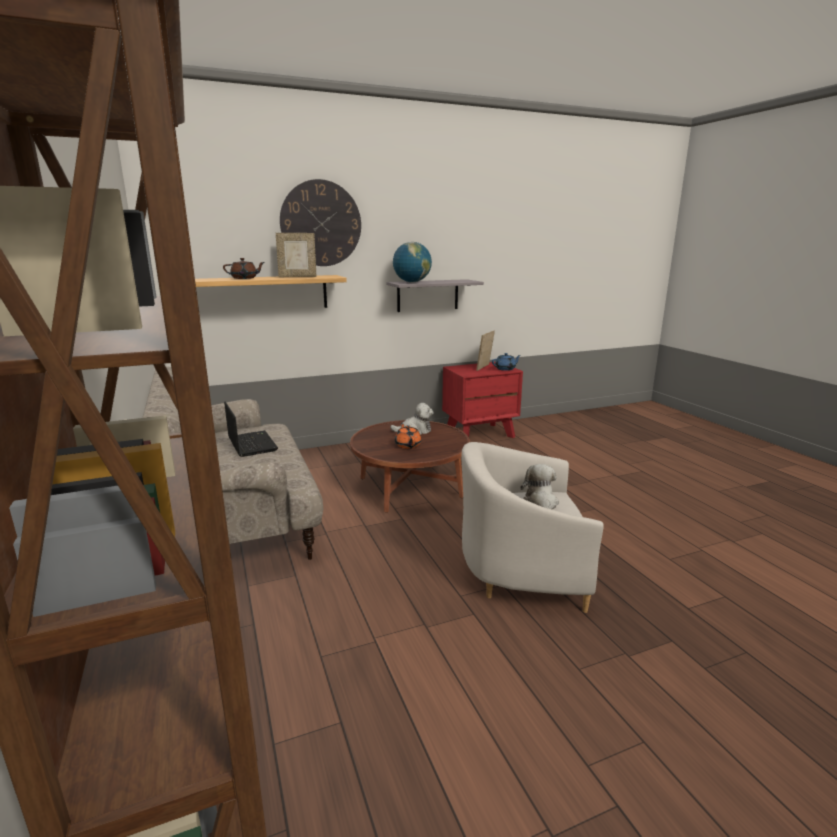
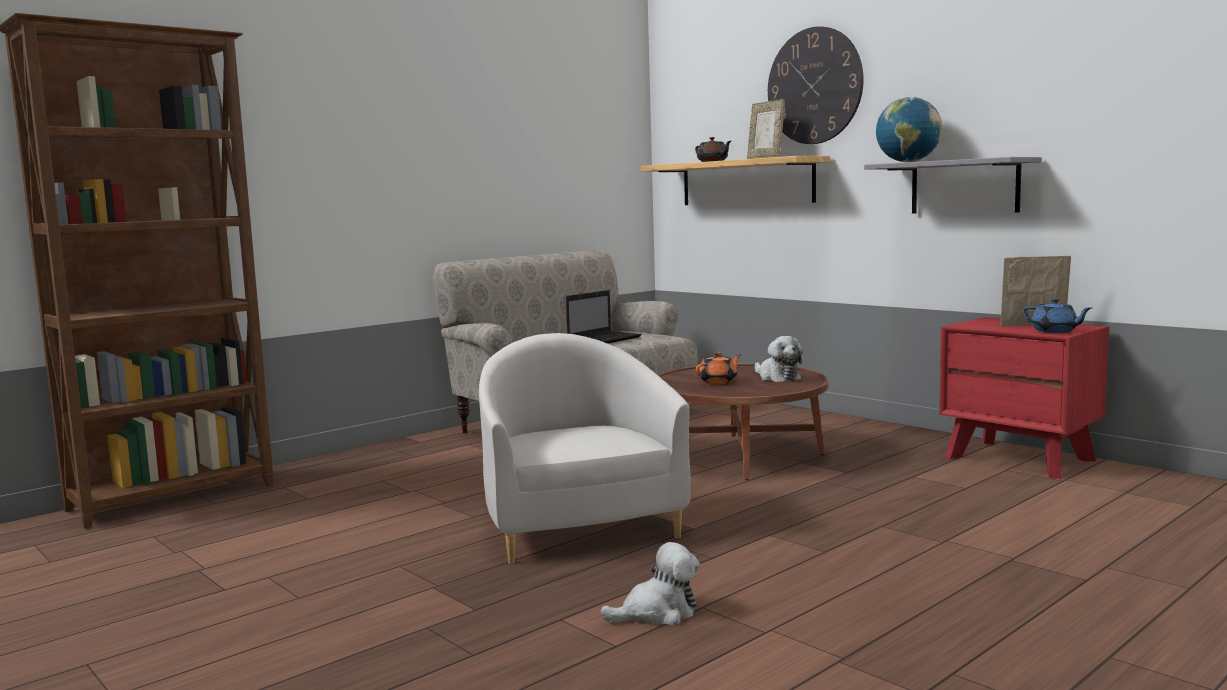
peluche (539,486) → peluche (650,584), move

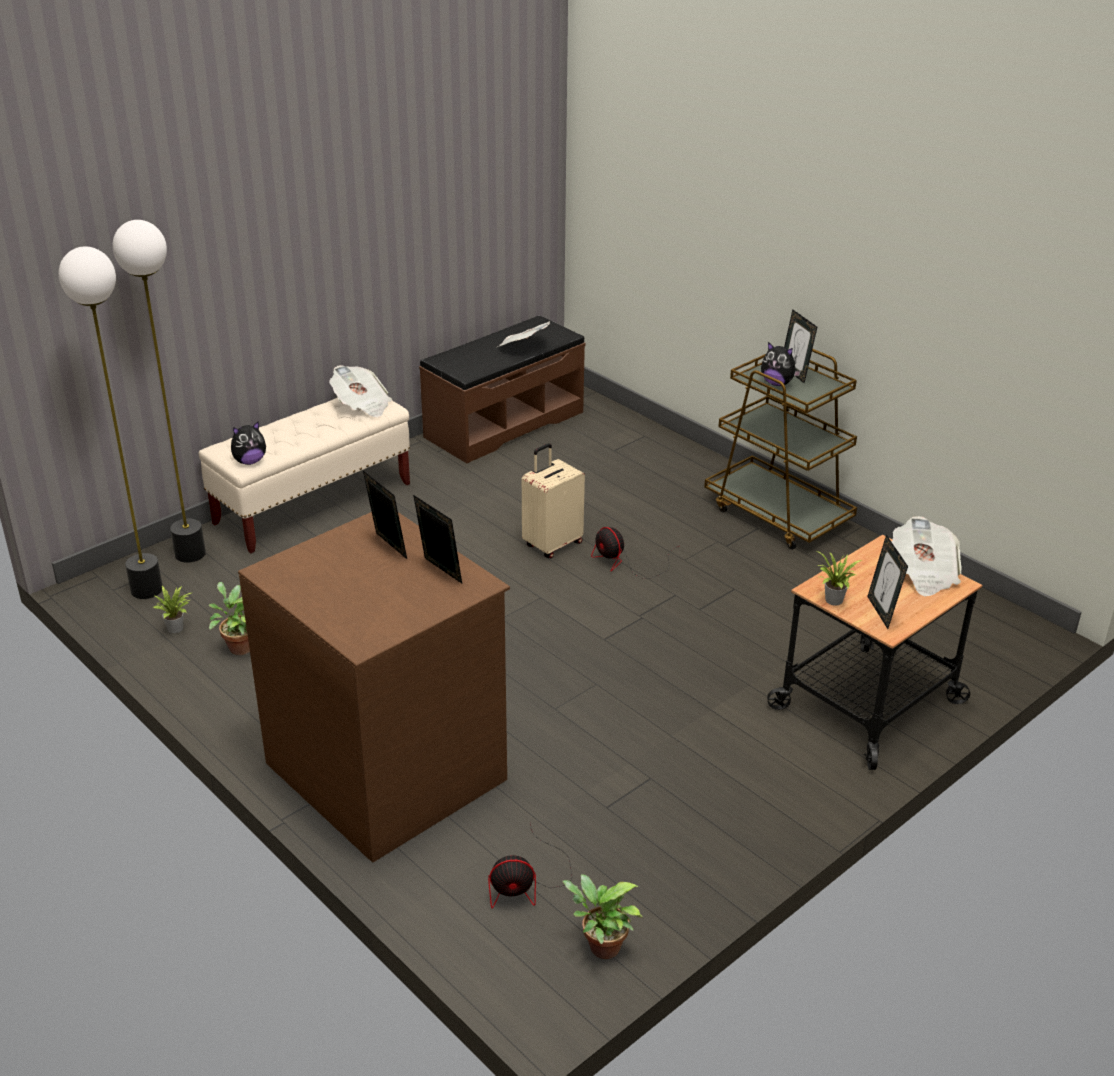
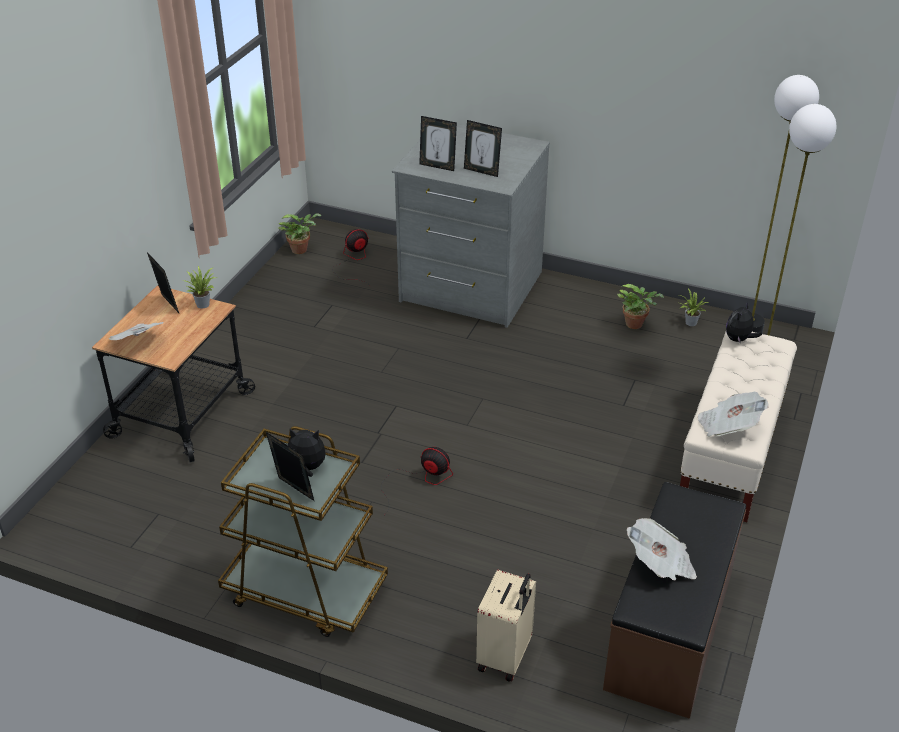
valise/beige (553,500) → valise/beige (506,626), move
commode/marron (374,687) → commode/gris (471,226)

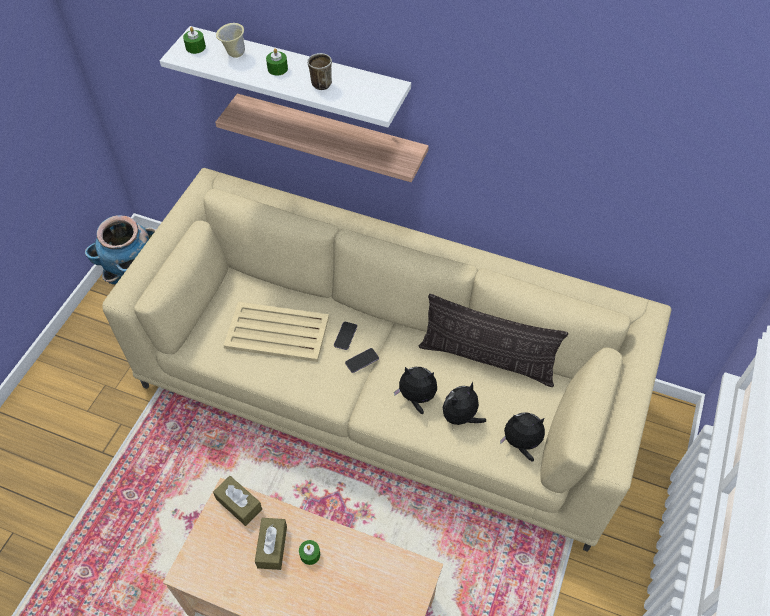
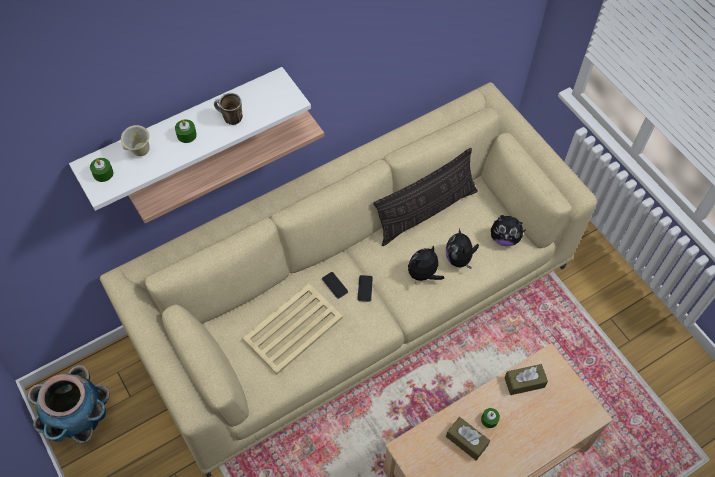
boîte à mouchoirs/marron (237,501) → boîte à mouchoirs/marron (526,379), move
peluche (522,437) → peluche (508,230), 120 degrees counterclockwise

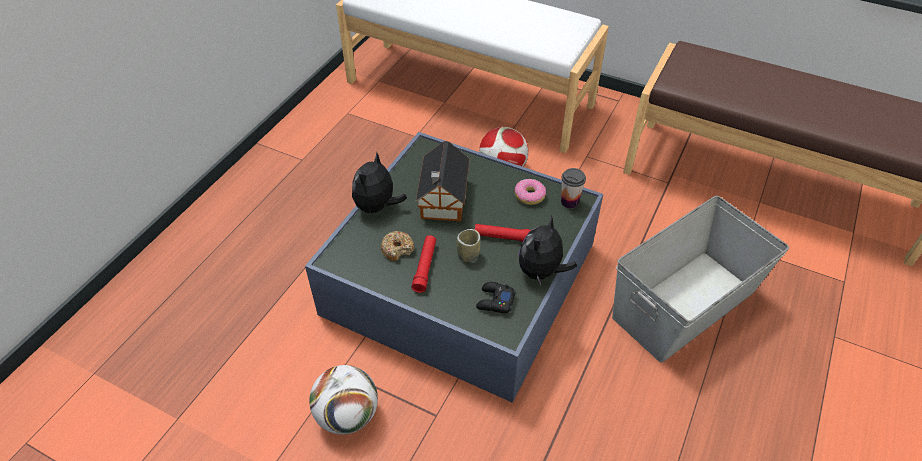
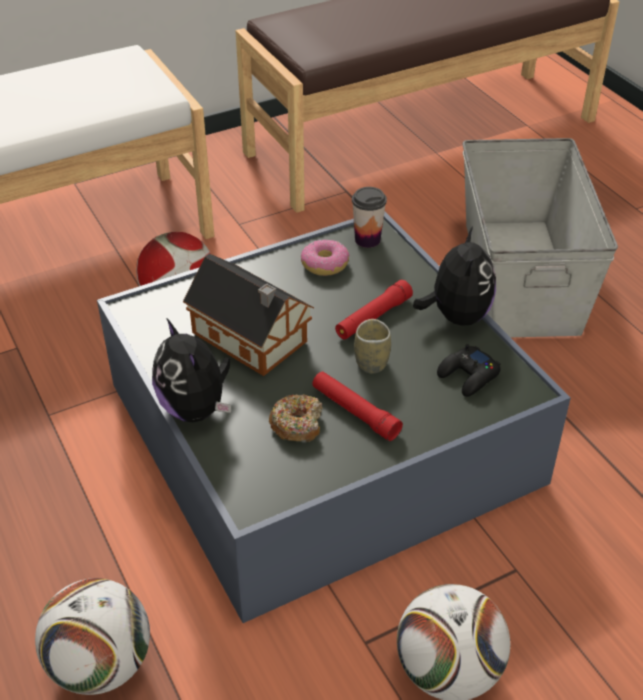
- → ballon de foot (92,636)
peluche (548,250) → peluche (454,276), 150 degrees counterclockwise

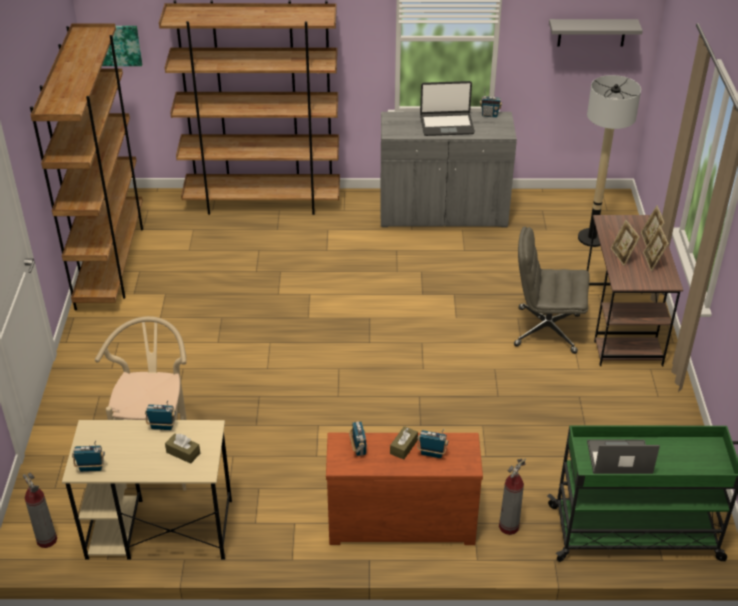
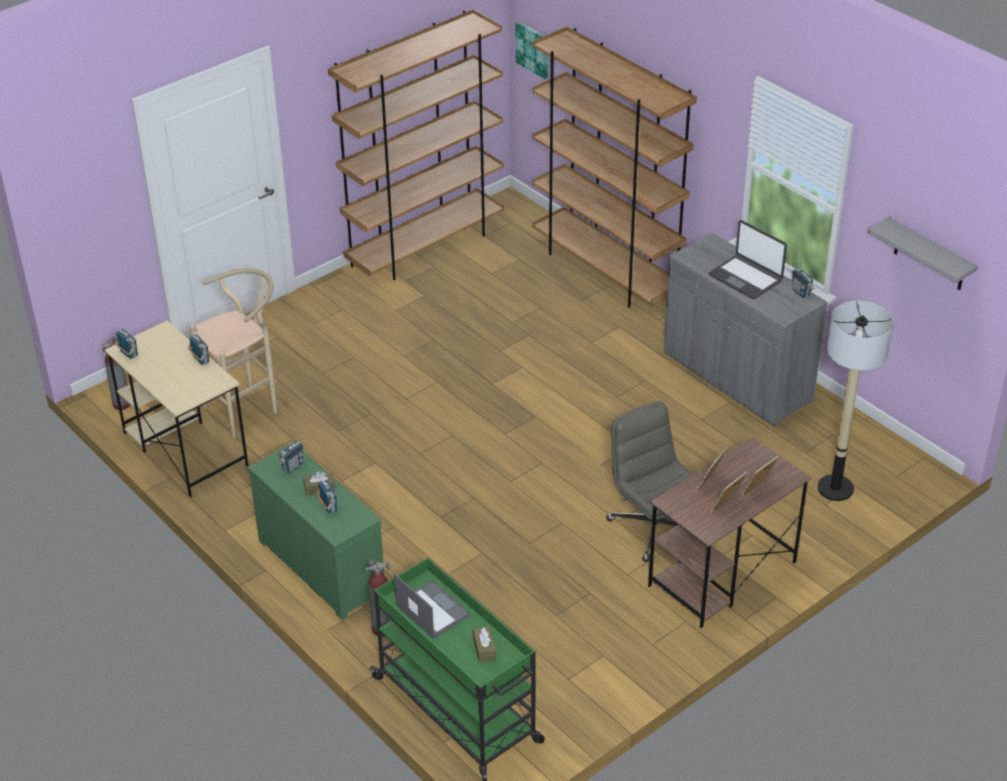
boîte à mouchoirs/marron (182,449) → boîte à mouchoirs/marron (484,644), move
commode/marron (404,489) → commode/vert (316,532)

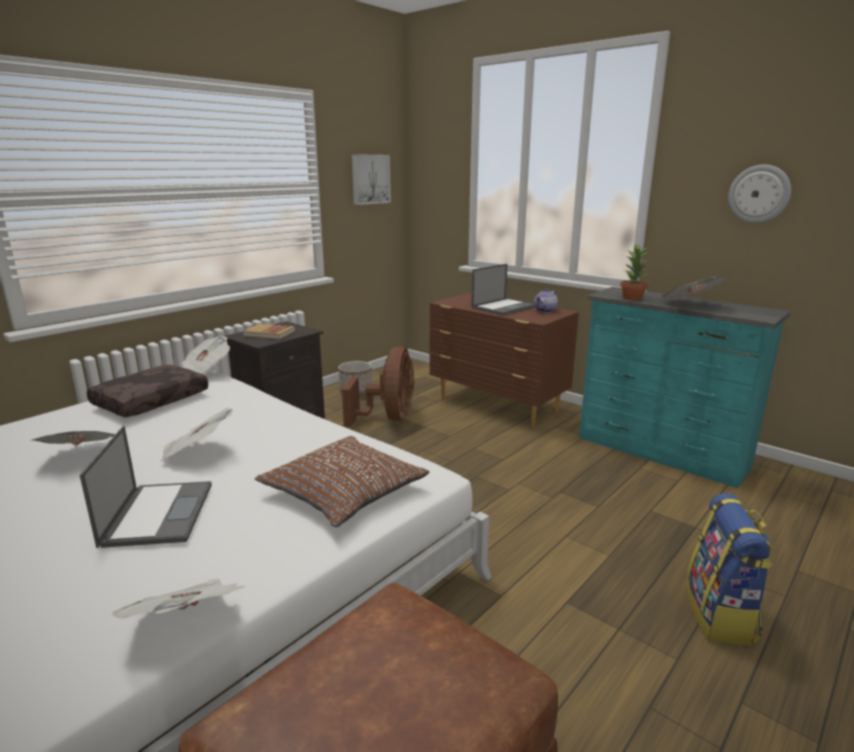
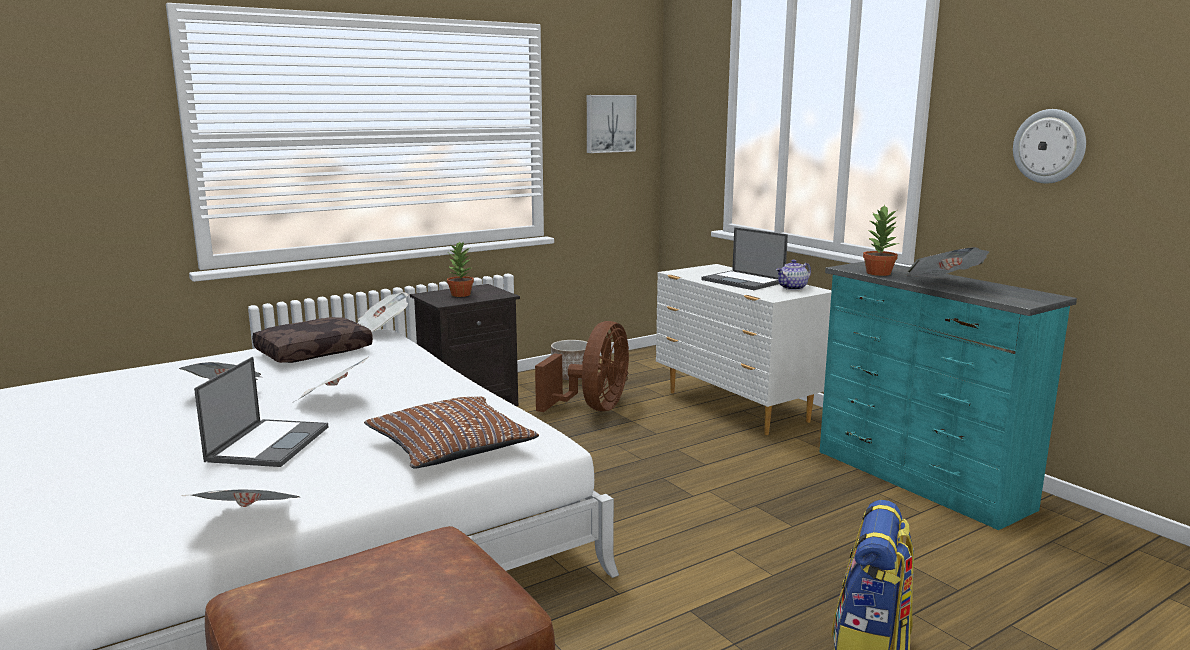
livre (269,332) → plante en pot (460,269)
commode/marron (504,360) → commode/blanc (744,349)
ordinateur portable (503,290) → ordinateur portable (744,258), 75 degrees clockwise

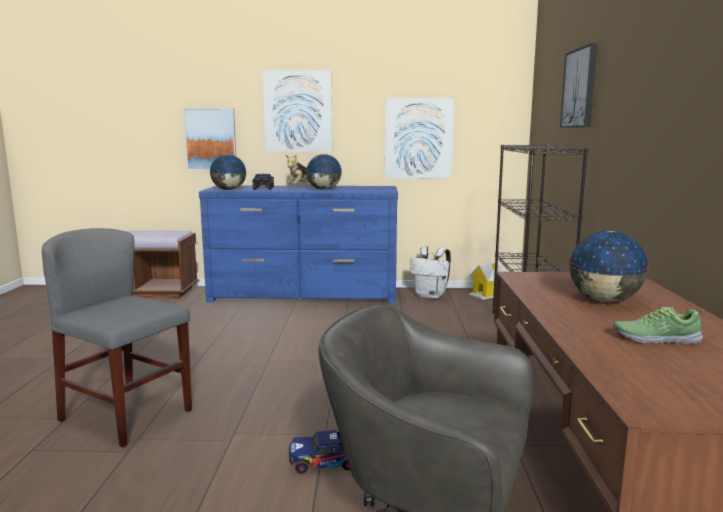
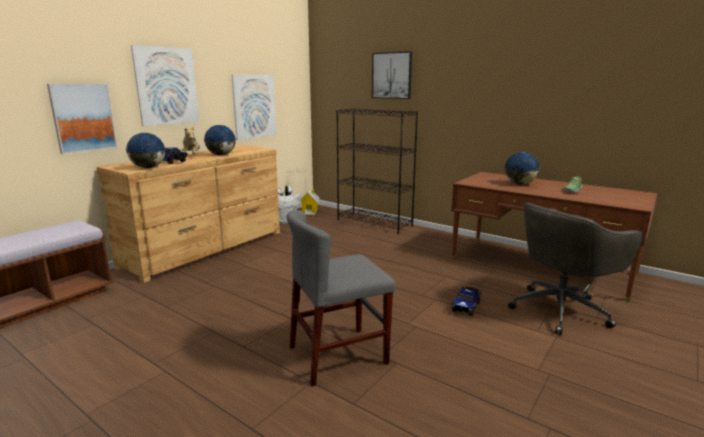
commode/bleu (298,245) → commode/marron (188,214)

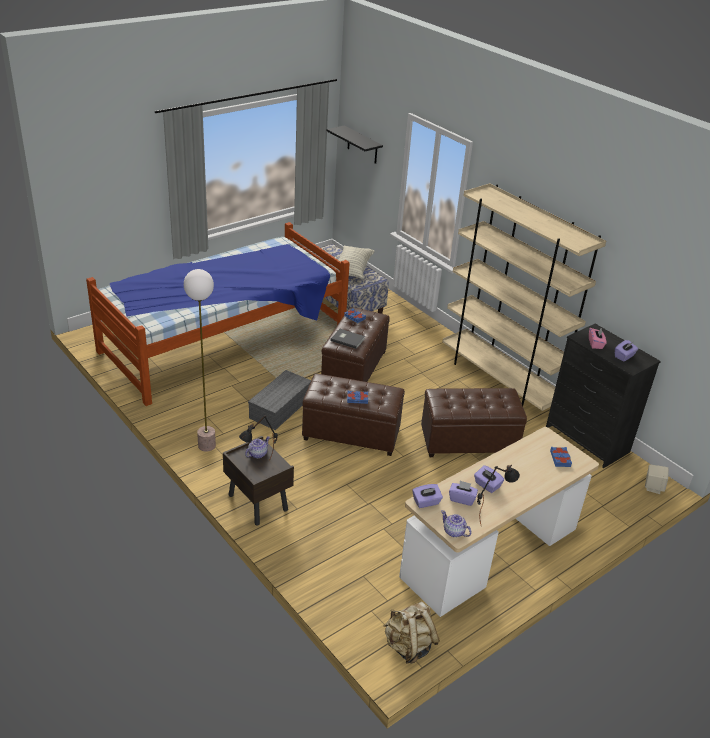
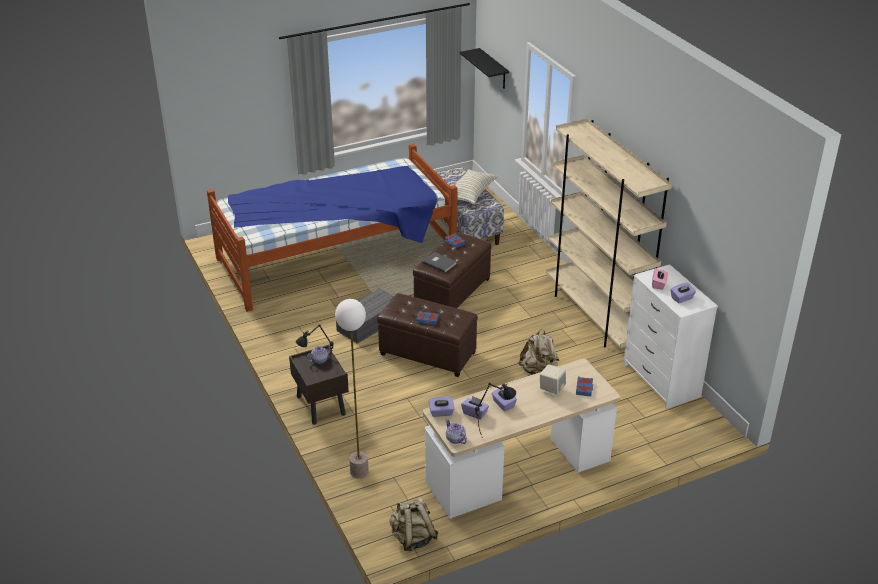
lampadaire (200,360) → lampadaire (352,389), move
enceinte/beige (657,479) → enceinte/beige (553,381), move
pouf/marron (474,422) → sac à dos/beige (539,352)
commode/noir (603,396) → commode/blanc (670,336)

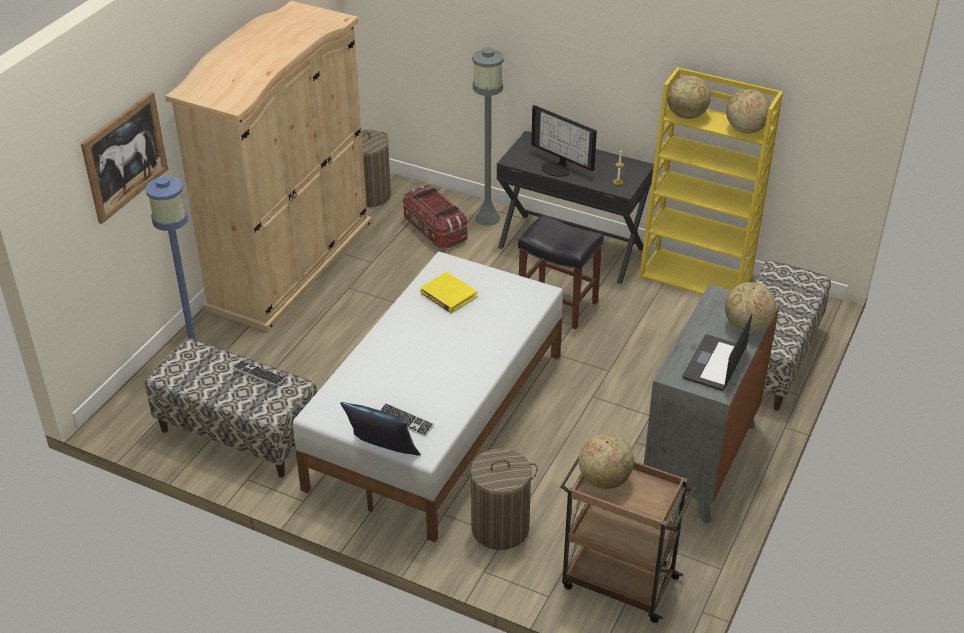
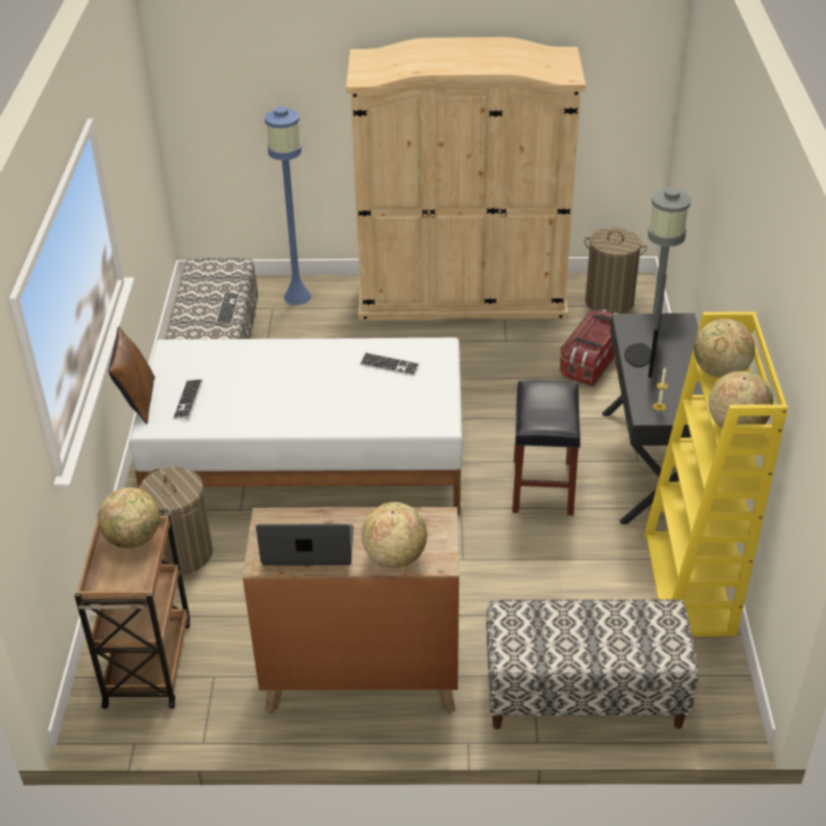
tableau (124,157) → -
livre/jaune (448,292) → clavier (390,364)
coussin/bleu (380,429) → coussin/marron (131,375)
commode/gris (712,404) → commode/marron (350,611)

